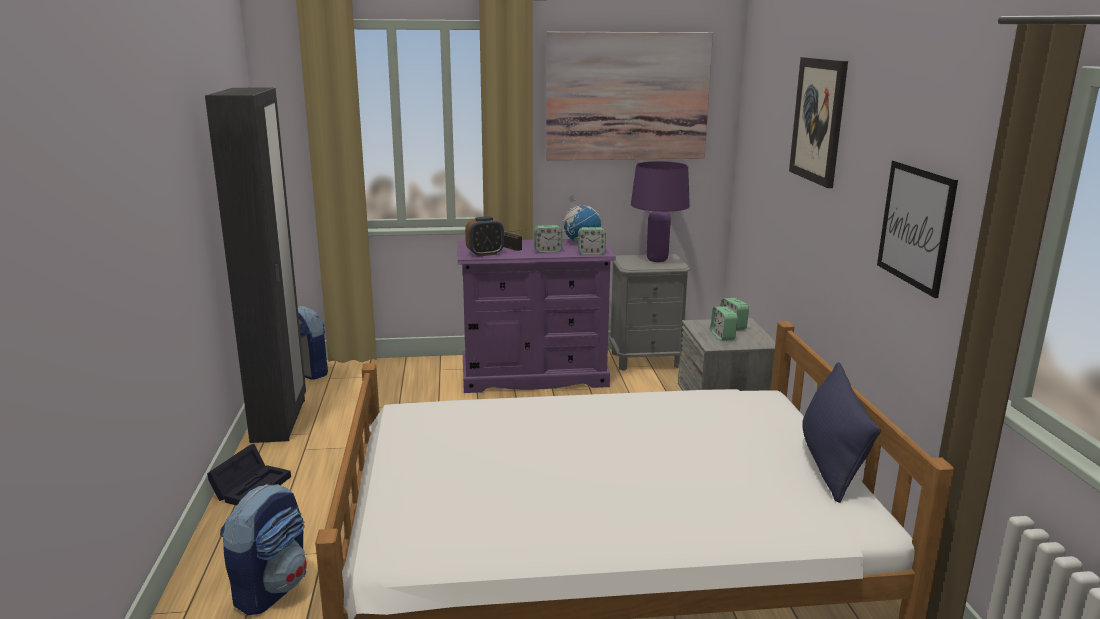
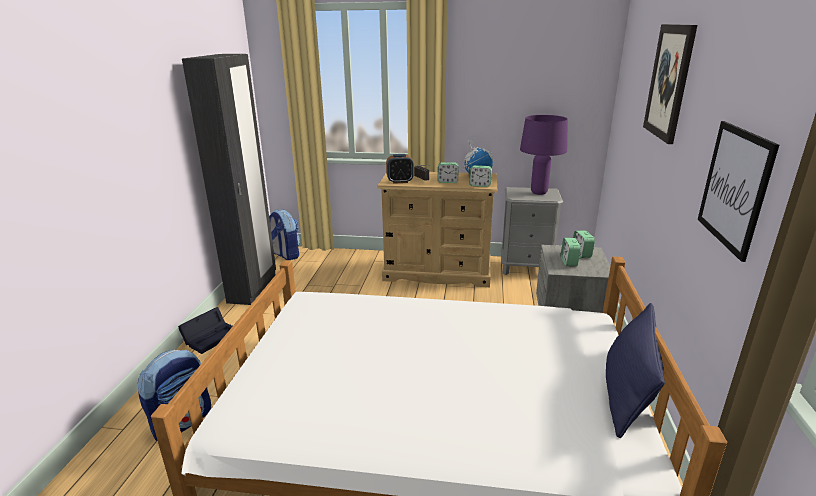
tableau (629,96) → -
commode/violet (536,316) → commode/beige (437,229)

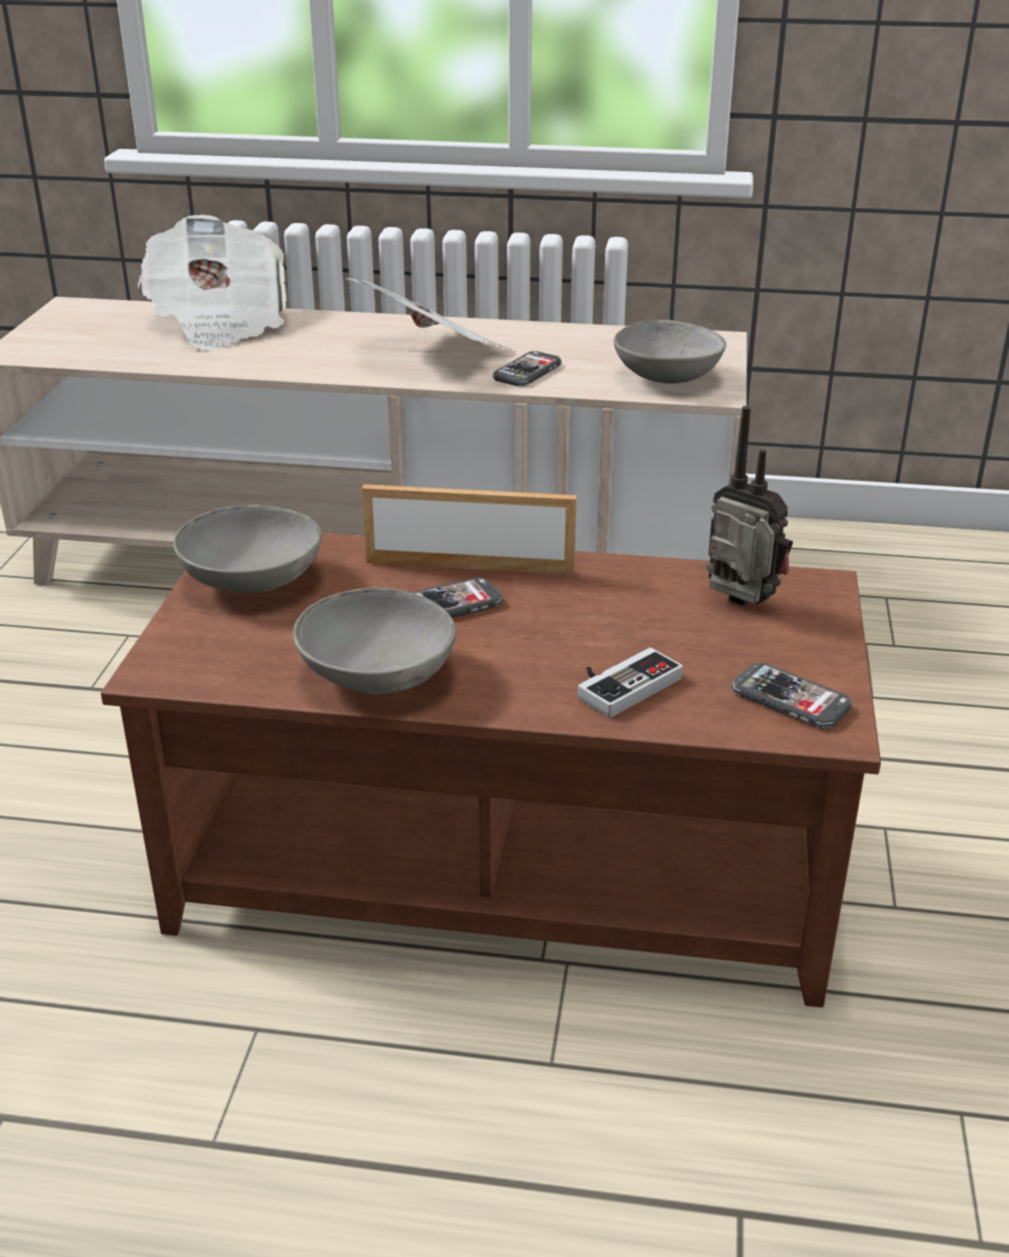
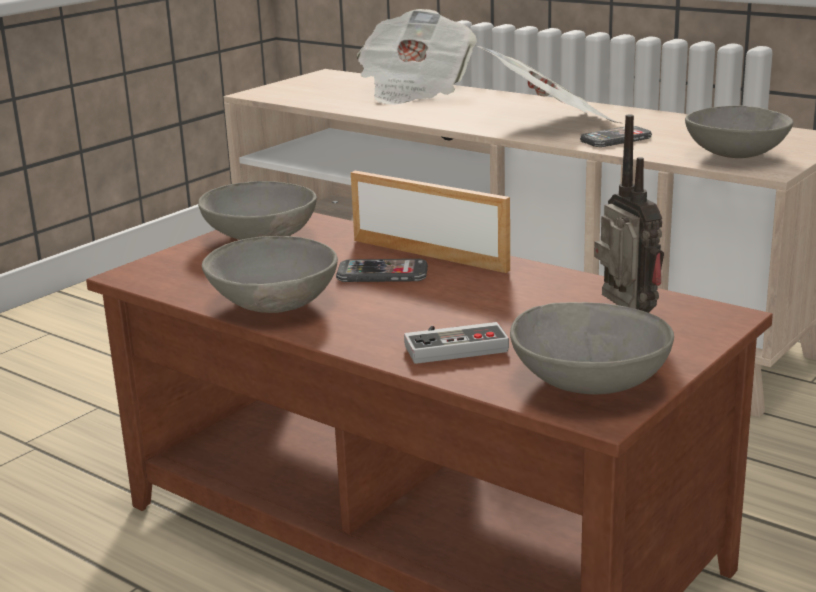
téléphone (792,696) → bol/gris (592,348)

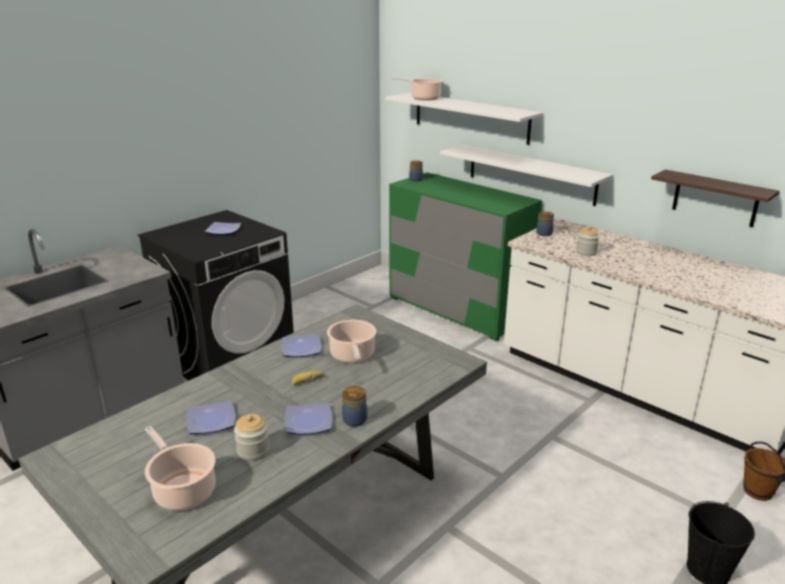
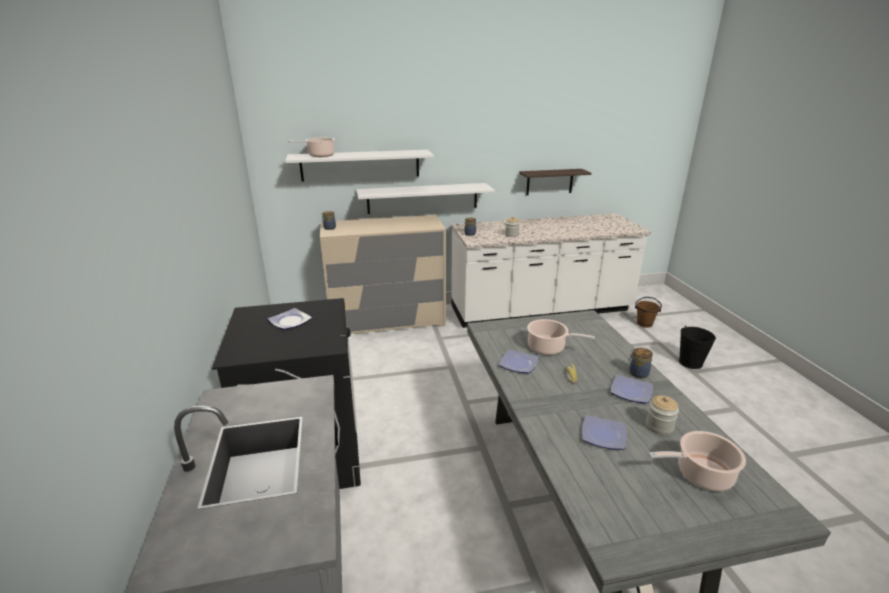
commode/vert (465,256) → commode/beige (383,274)

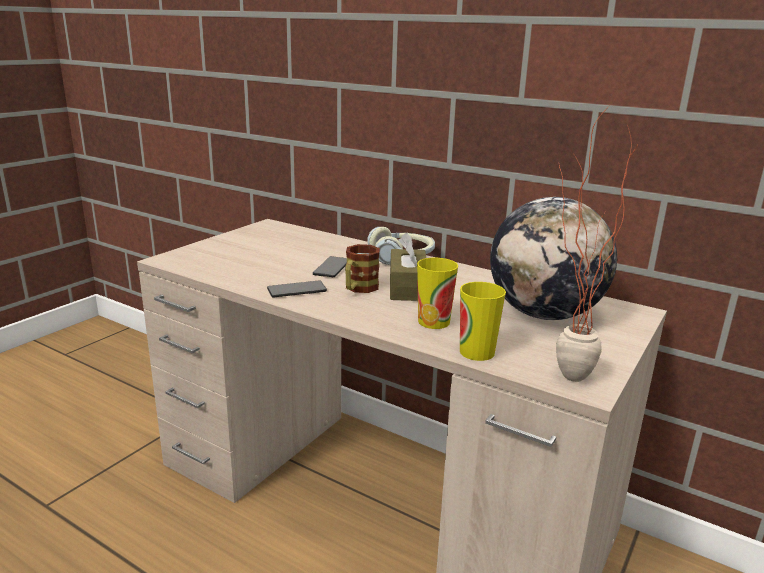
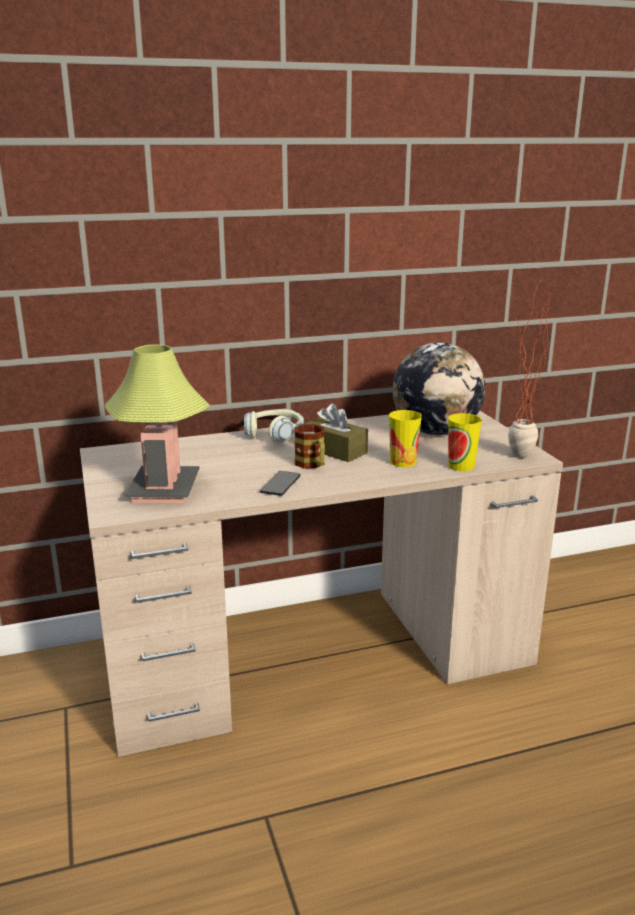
téléphone (330,266) → -
- → lampe de table (157,423)

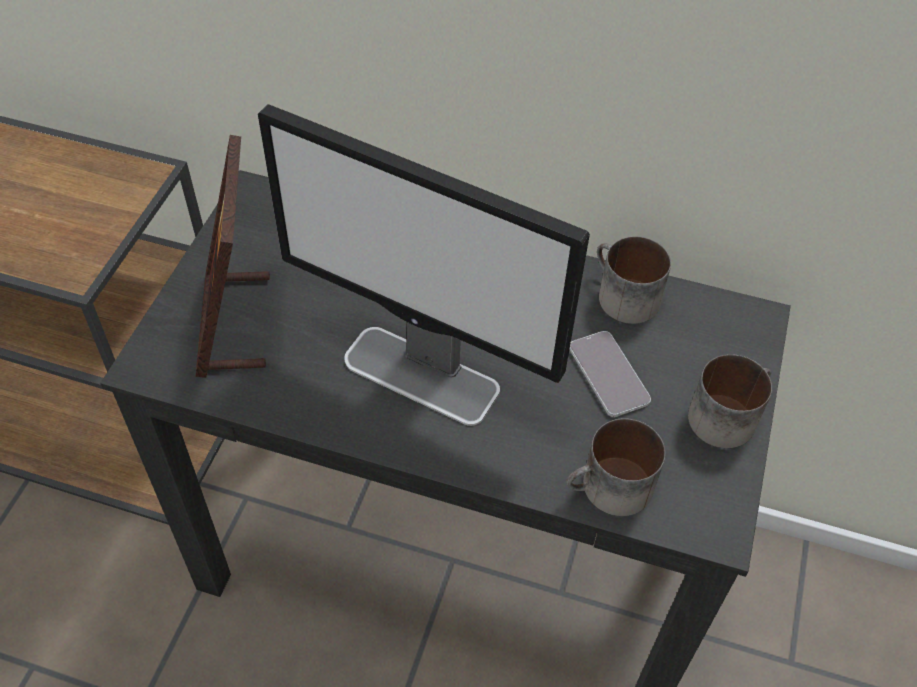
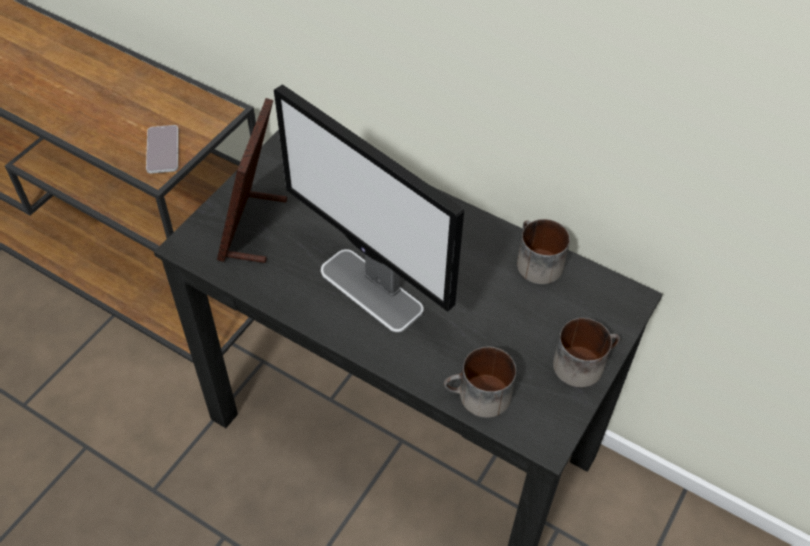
téléphone (610,374) → téléphone (162,149), move

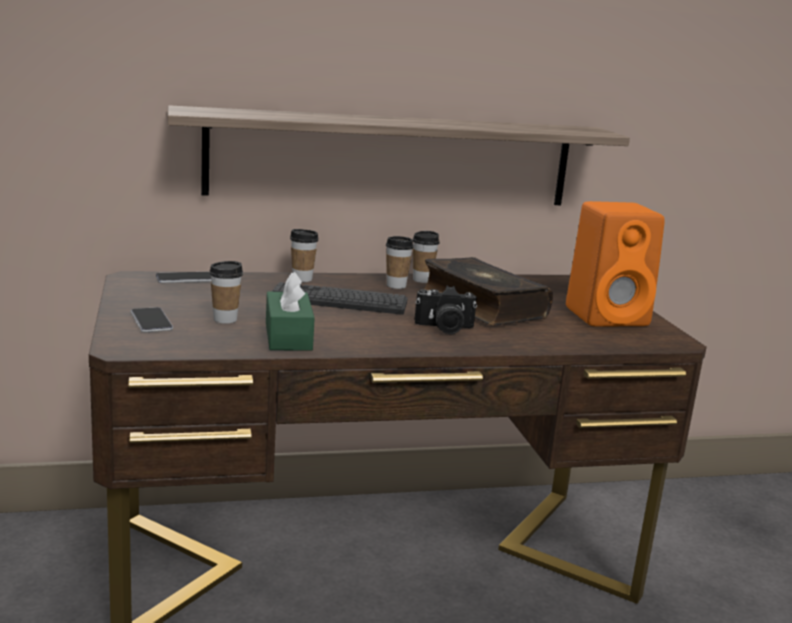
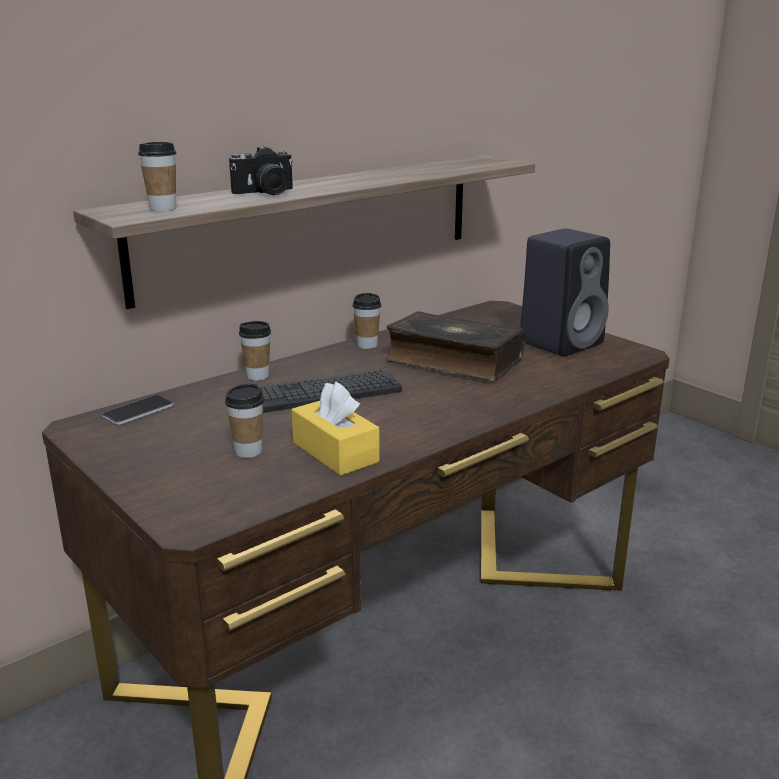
téléphone (152,319) → -
tasse (400,262) → tasse (157,177), move
appareil photo (446,309) → appareil photo (261,171), move
boîte à mouchoirs/vert (290,311) → boîte à mouchoirs/jaune (336,429)
enceinte/orange (615,264) → enceinte/noir (565,292)

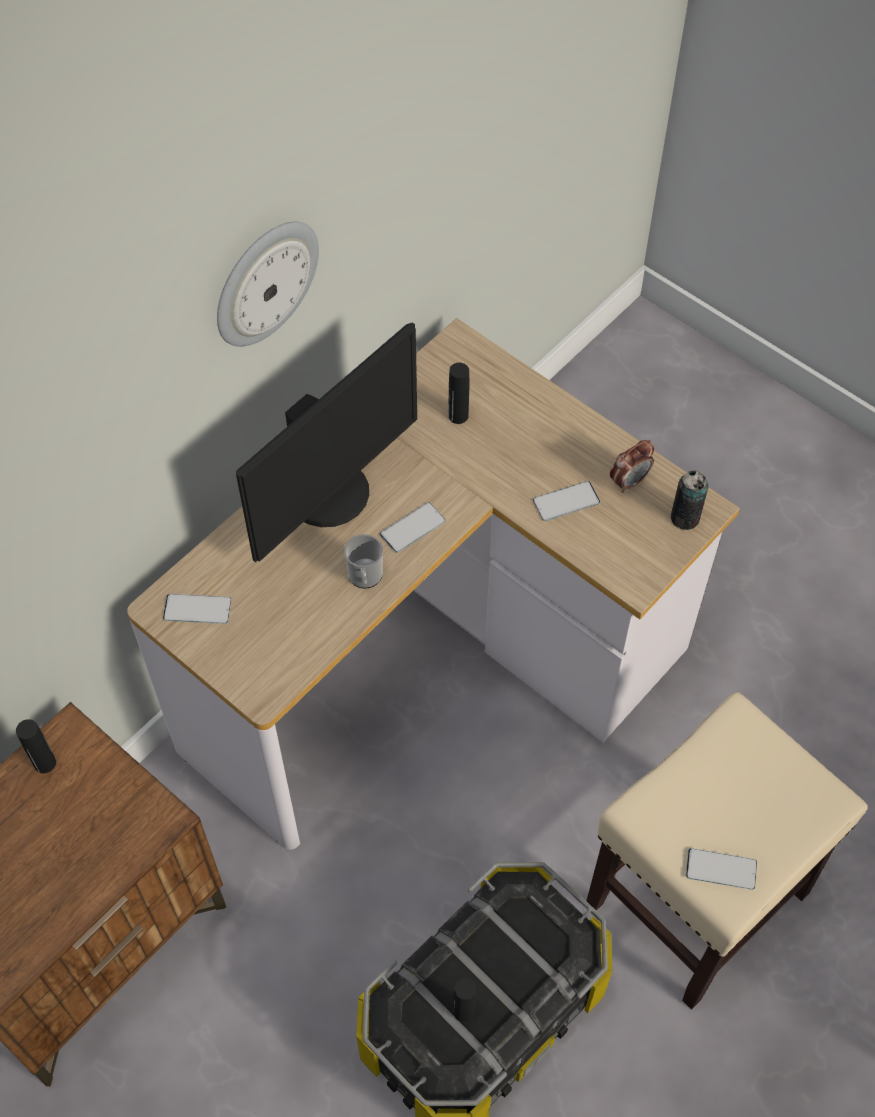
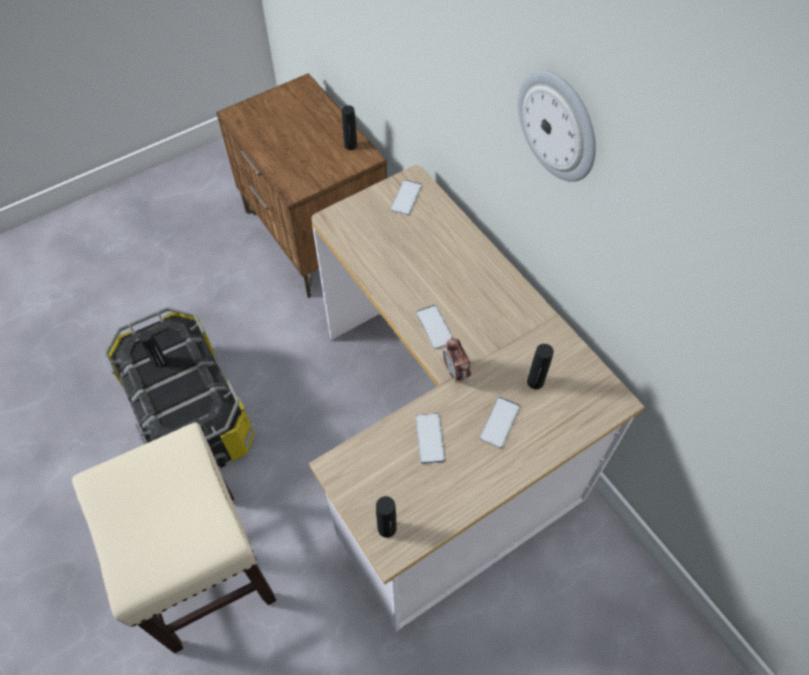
écran d'ordinateur (326,442) → -
mug (363,561) → -
réveil (632,466) → réveil (457,360), move
téléphone (721,869) → téléphone (500,422), move
boîte métallique (689,500) → bouteille/noir (386,517)

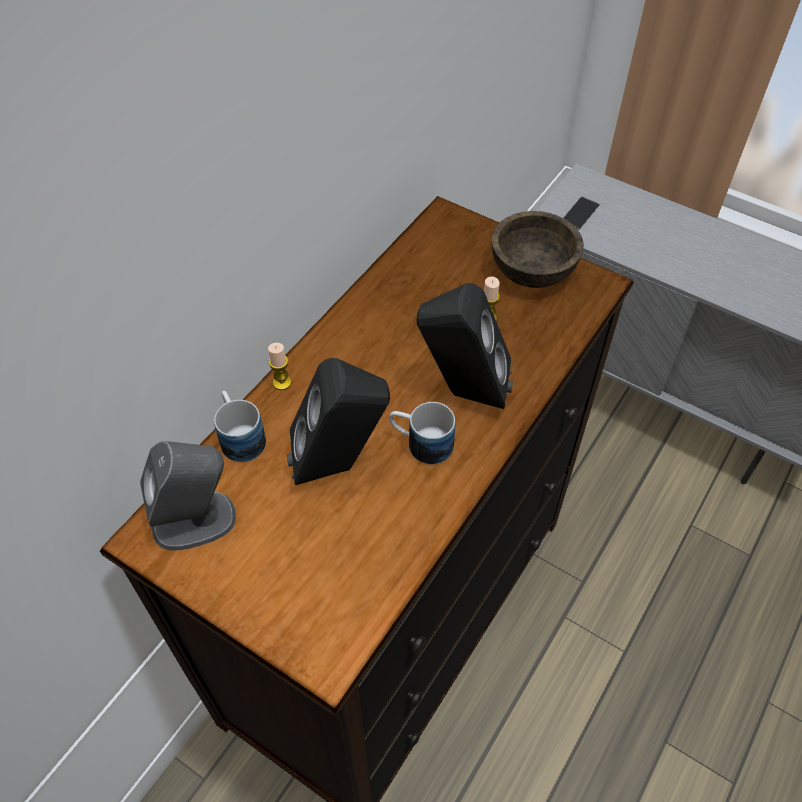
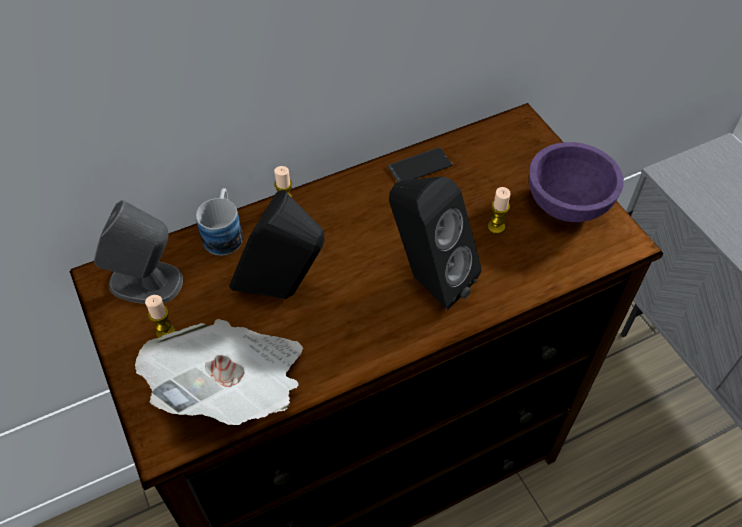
mug (422,433) → -
- → journal (219,372)
- → bougie (160,316)
téléphone (582,213) → téléphone (420,164), move
bol/marron (538,249) → bol/violet (576,182)

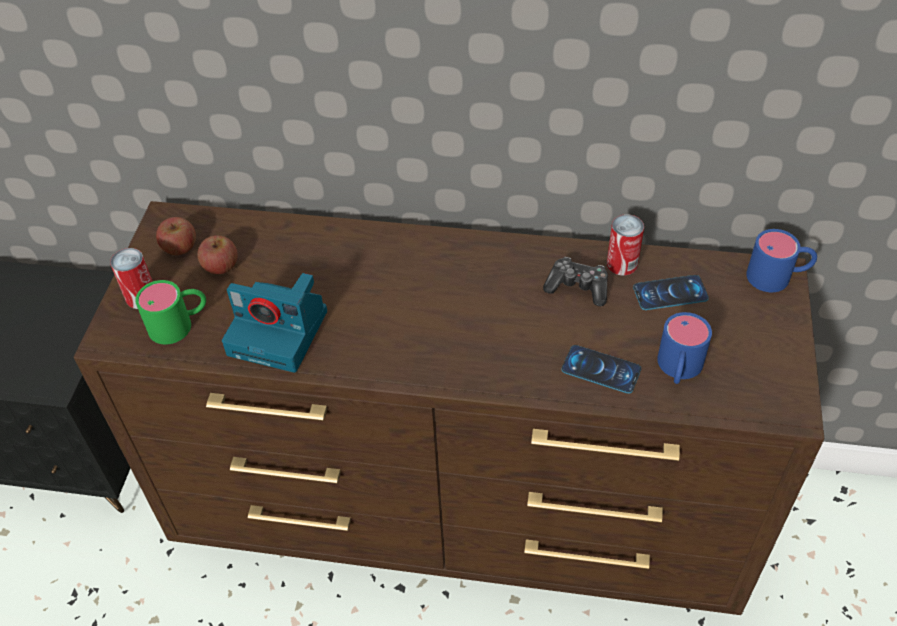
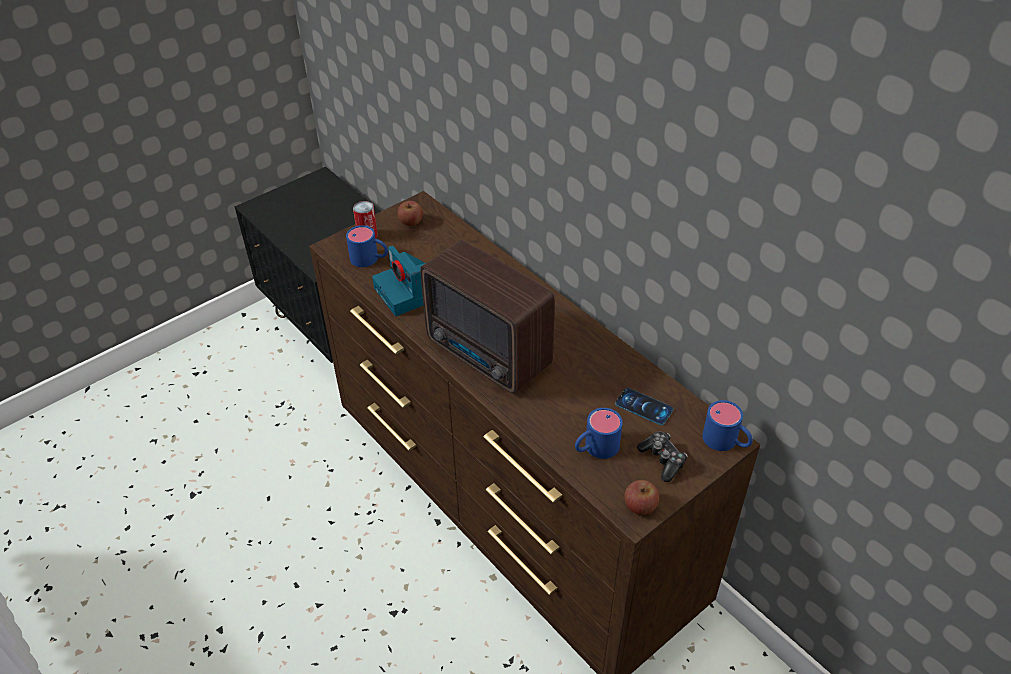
téléphone (601,369) → -
boîte métallique (625,244) → -
- → radio (487,316)
pomme (217,254) → pomme (641,497), move
manette (575,281) → manette (662,456), move
mug/vert (170,312) → mug/bleu (367,246)

